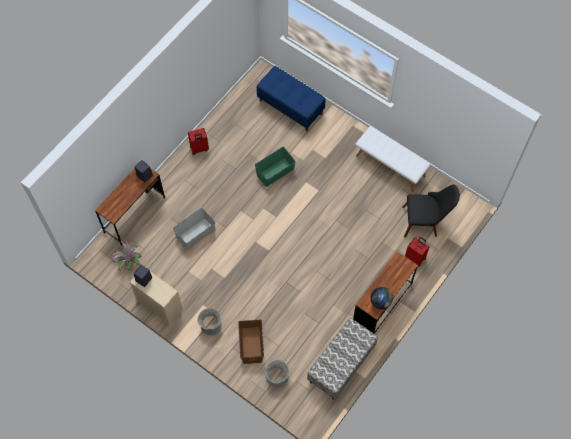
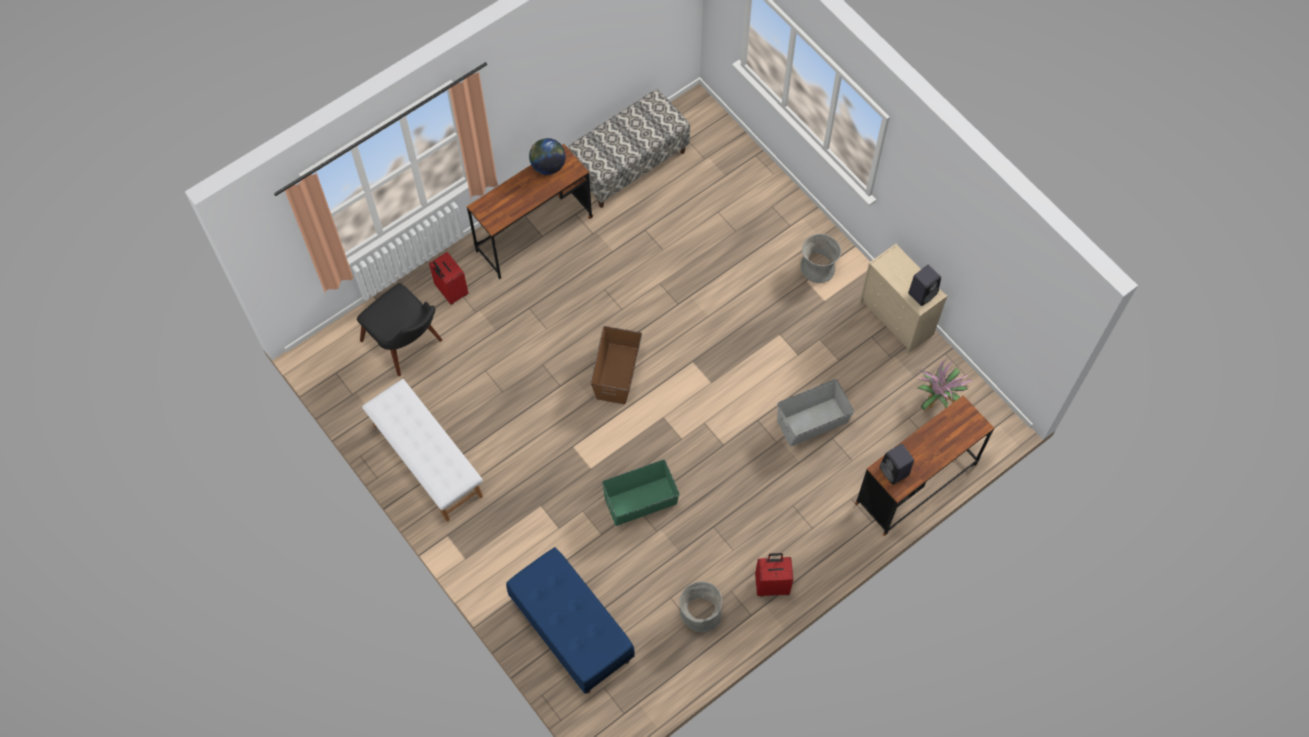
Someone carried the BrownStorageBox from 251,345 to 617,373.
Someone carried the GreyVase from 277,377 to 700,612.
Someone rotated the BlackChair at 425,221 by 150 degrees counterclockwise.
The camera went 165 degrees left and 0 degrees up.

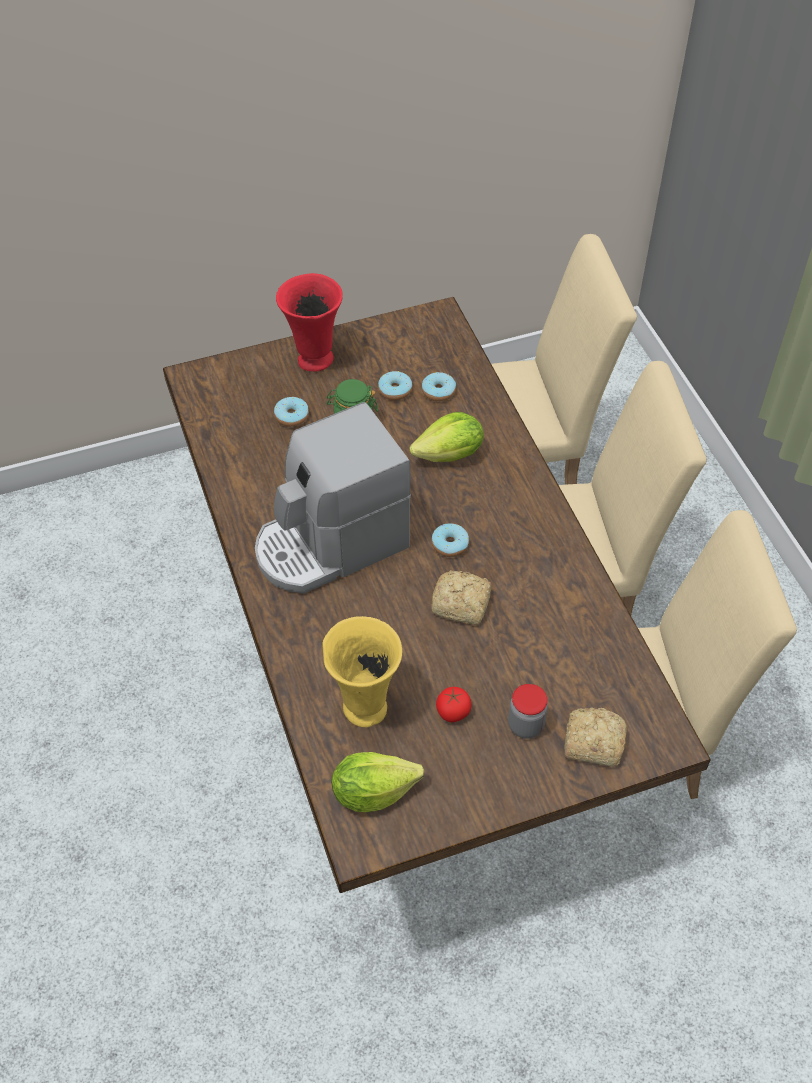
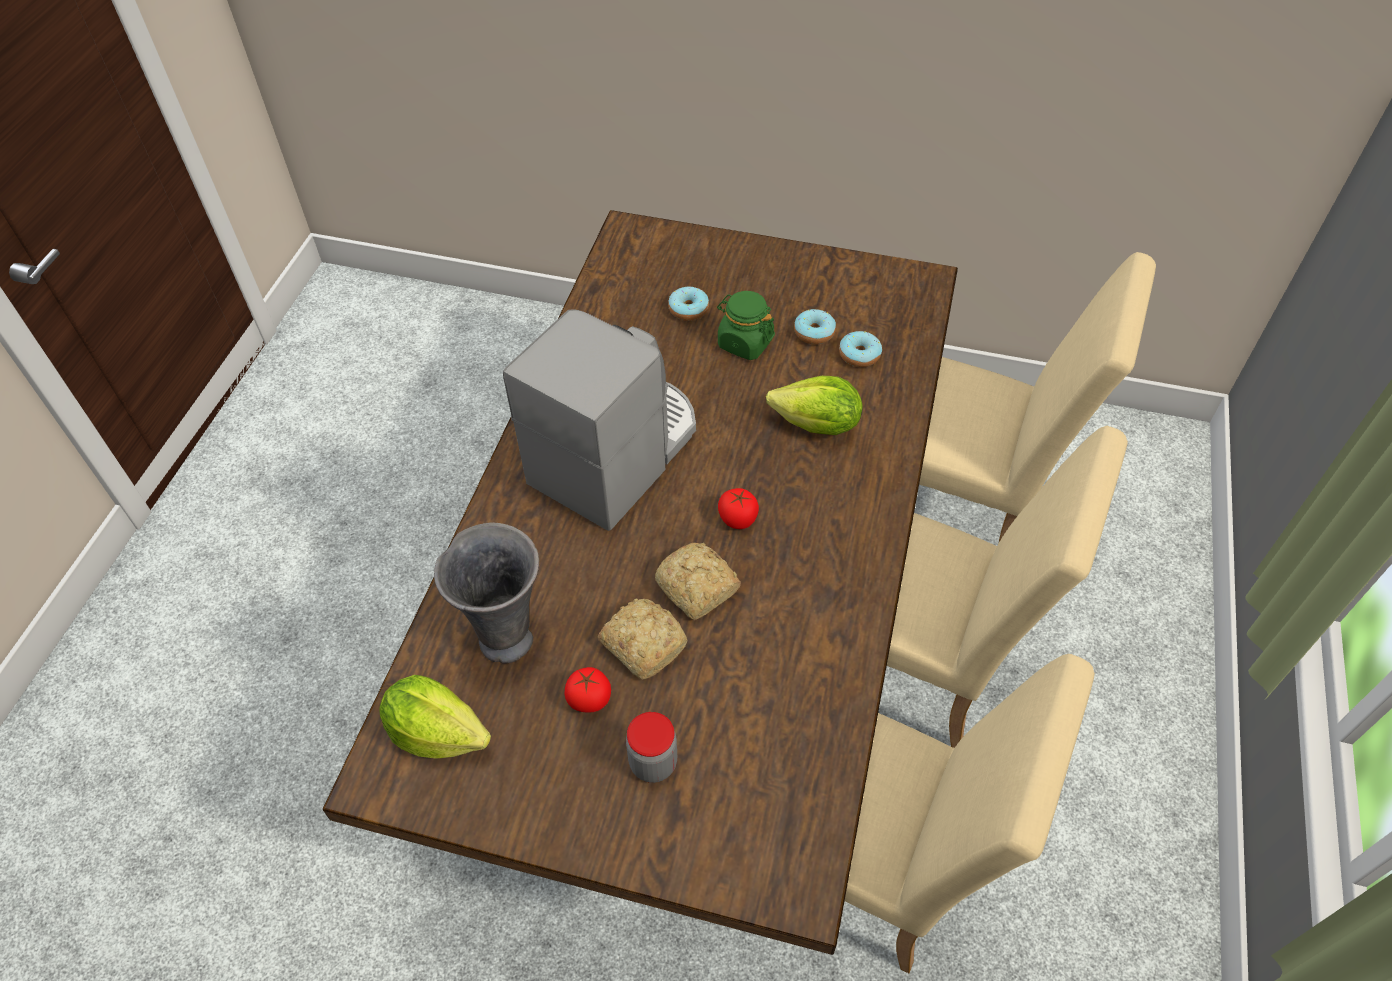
Someone rotated the CoffeeMachine at 330,545 by 120 degrees clockwise.
Someone took away the RedVase at 314,360.
Someone repainted the YellowVase at 364,706, which became the GreyVase at 507,637.
Someone swapped the Donut at 450,544 for the Tomato at 738,518.
Someone carried the Bread from 591,742 to 643,642.
The camera went 35 degrees right and 0 degrees up.

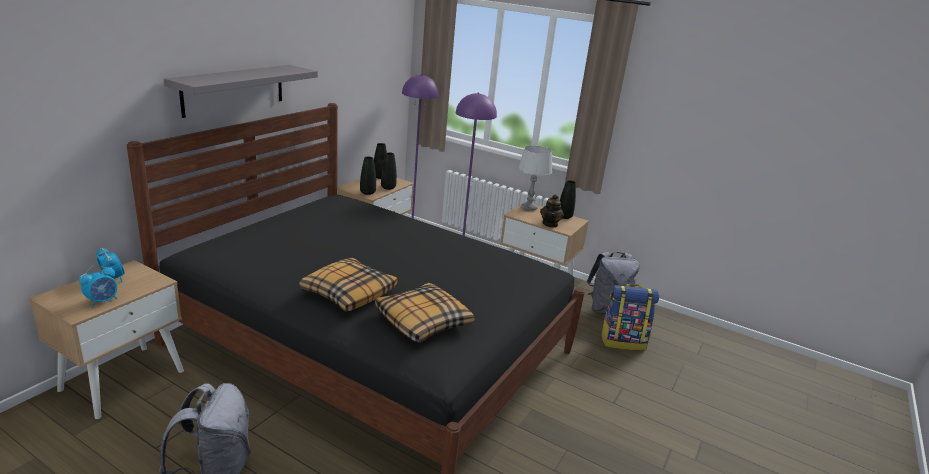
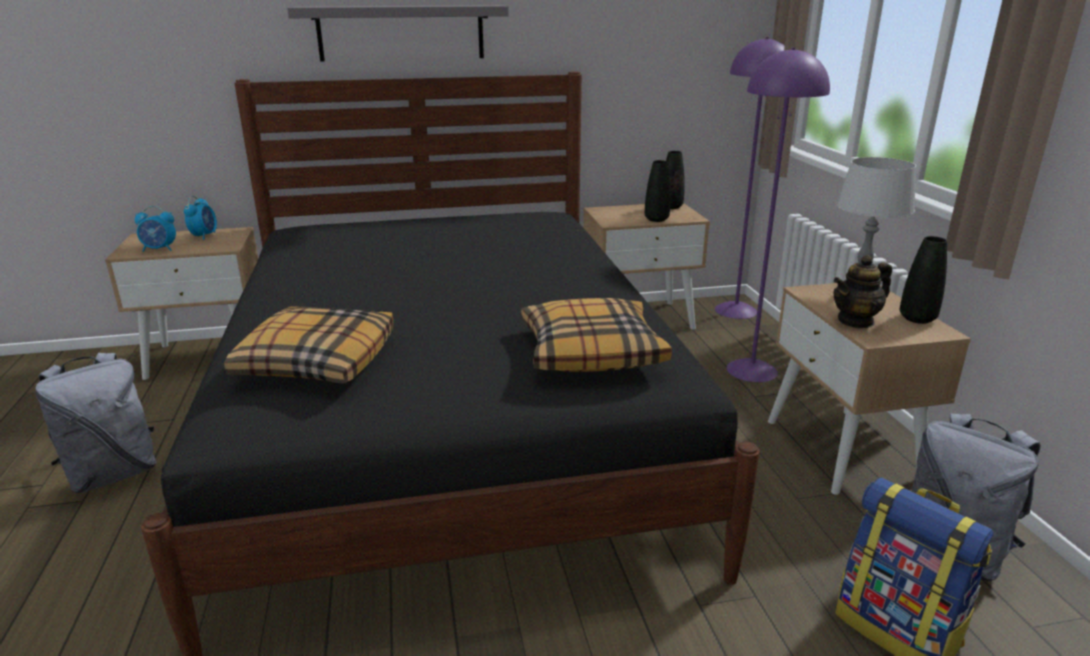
Someone carried the Pillow from 348,292 to 591,351.
Someone took away the BlackVase at 367,193.
The camera went 50 degrees right and 0 degrees up.

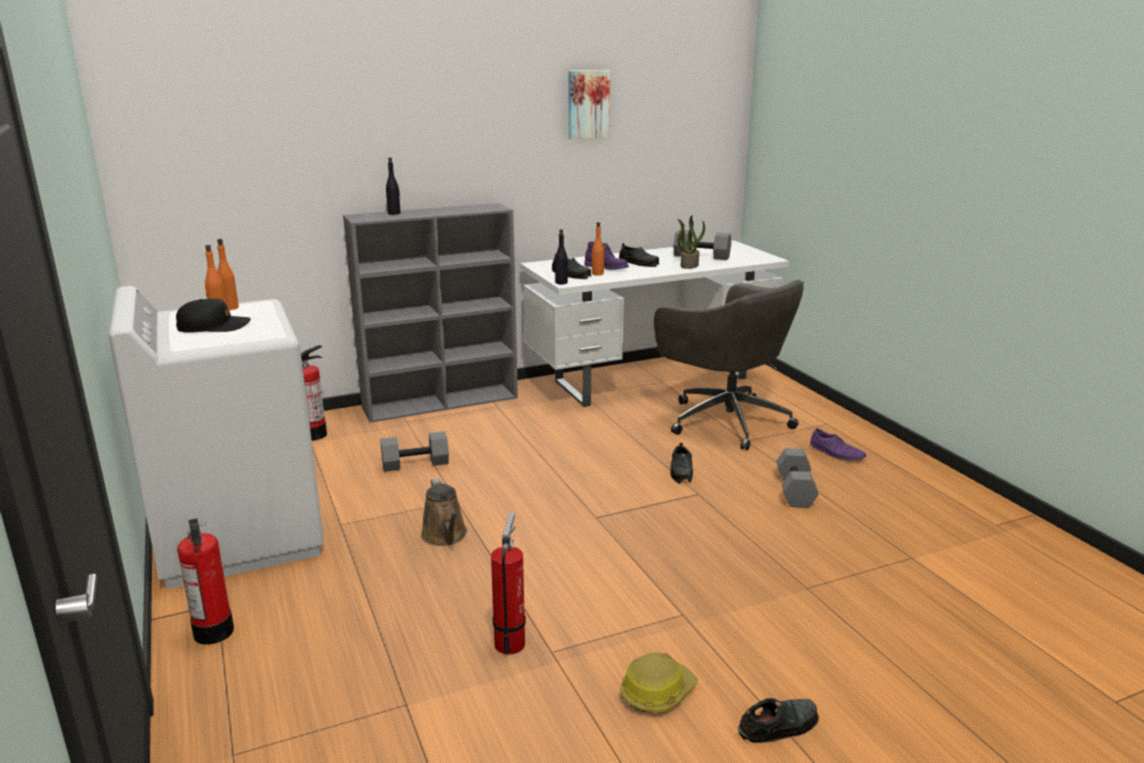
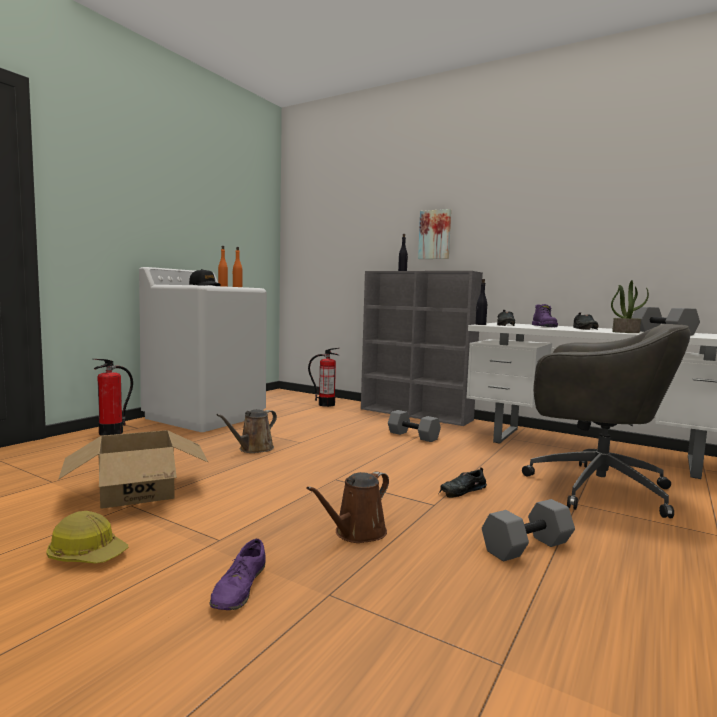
Someone carried the GreyDumbbell from 416,463 to 414,436.
Someone swapped the FireExtinguisher at 510,641 for the CardboardBox at 138,491.
Someone carried the Picture from 587,104 to 435,235.
Someone took away the OrangeBottle at 597,274.
Someone rotated the GreyOfficeChair at 725,420 by 75 degrees counterclockwise.
Someone took away the BlackShoe at 779,725.
Someone carried the PurpleShoe from 836,453 to 239,588.
Someone put down the BrownWateringCan at 357,533.
The camera went 55 degrees right and 15 degrees down.

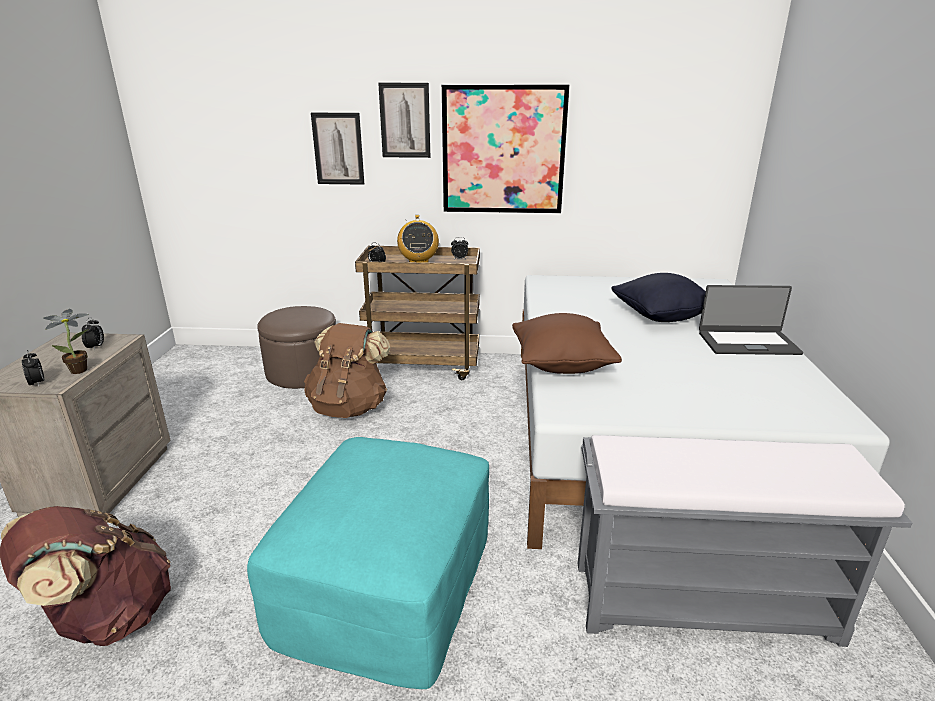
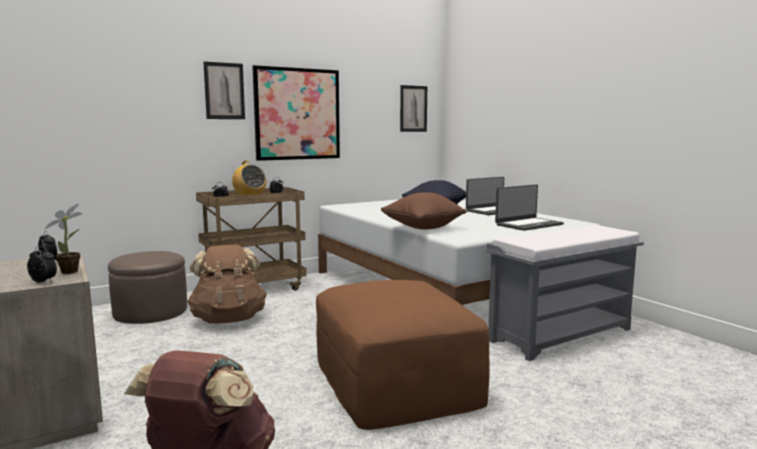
Someone repainted the TurquoiseOttoman at 387,582, which became the BrownOttoman at 395,380.
Someone carried the Picture from 338,149 to 413,108.
Someone put down the Laptop at 528,224.
The camera went 35 degrees left and 15 degrees down.

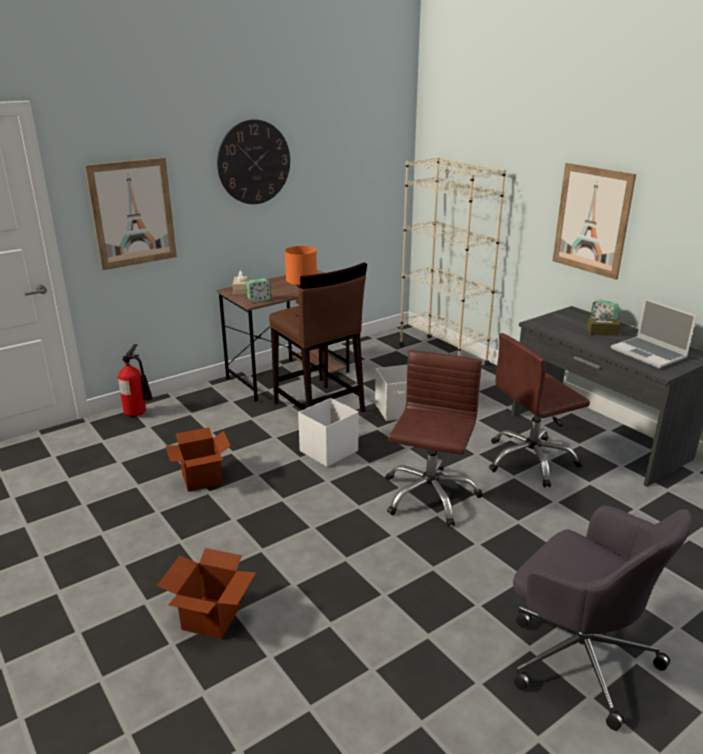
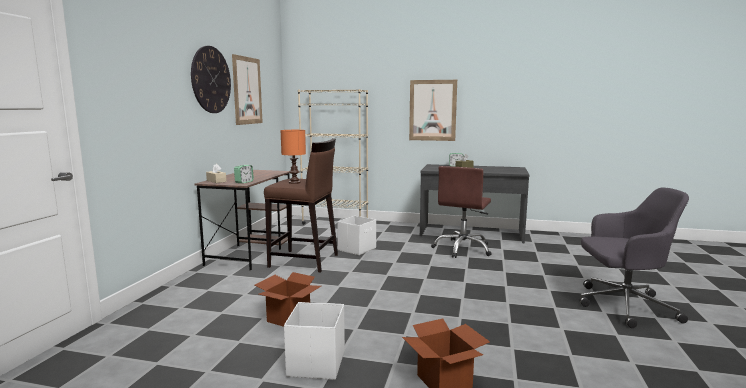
Someone carried the Picture from 133,213 to 247,90.
Someone took away the FireExtinguisher at 139,413.
Someone carried the WhiteStorageBox from 328,451 to 316,364.
Someone took away the BrownOfficeChair at 429,495.
Someone took away the Laptop at 649,354.
The camera went 40 degrees left and 15 degrees down.

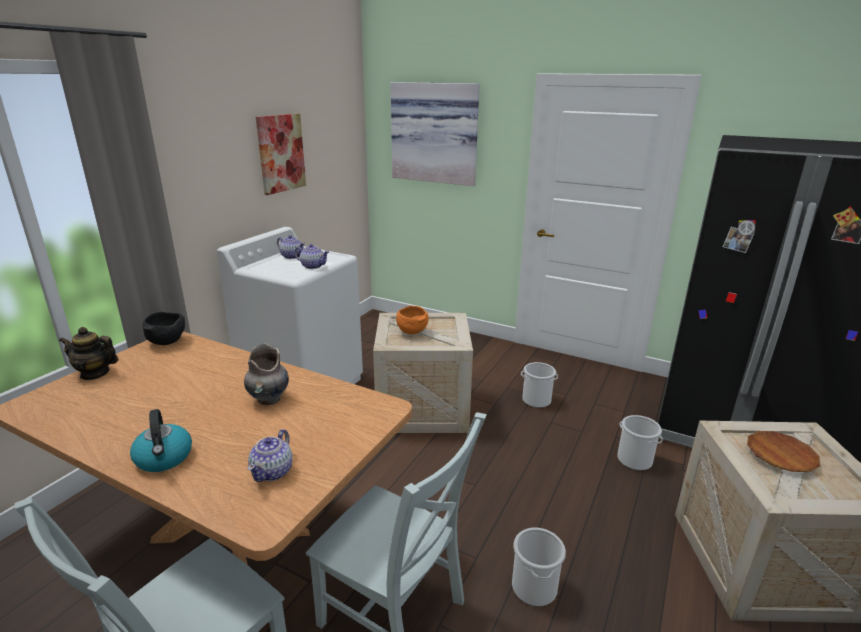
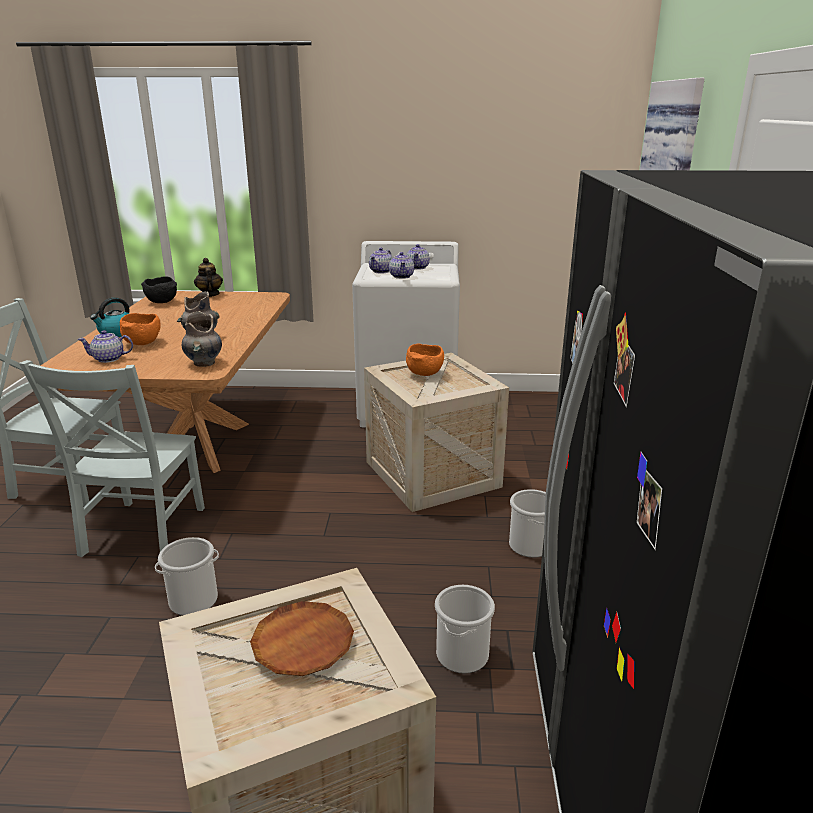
Someone carried the BlackBowl from 167,342 to 163,302.
Someone took away the Picture at 281,153.
Someone put down the OrangeBowl at 143,343.
Someone put down the GreyVase at 204,363.
Someone put down the Teapot at 381,271.
The camera went 65 degrees right and 0 degrees up.

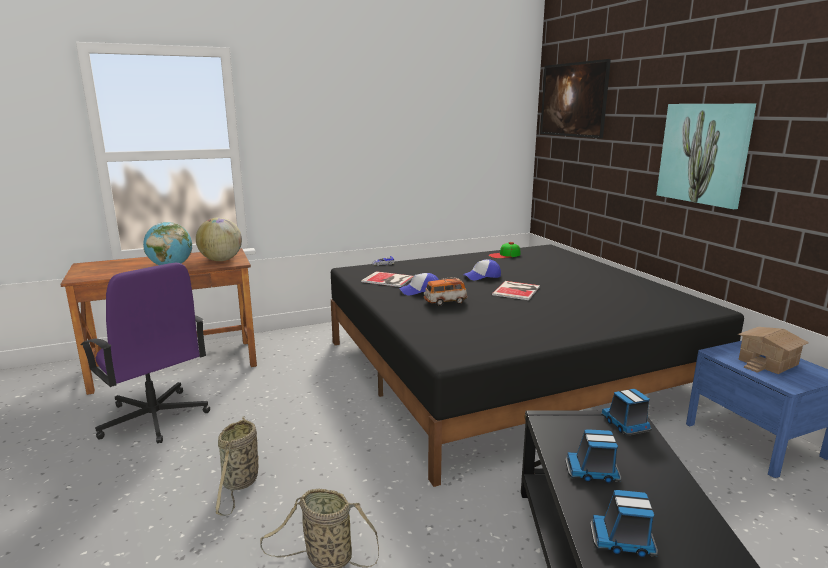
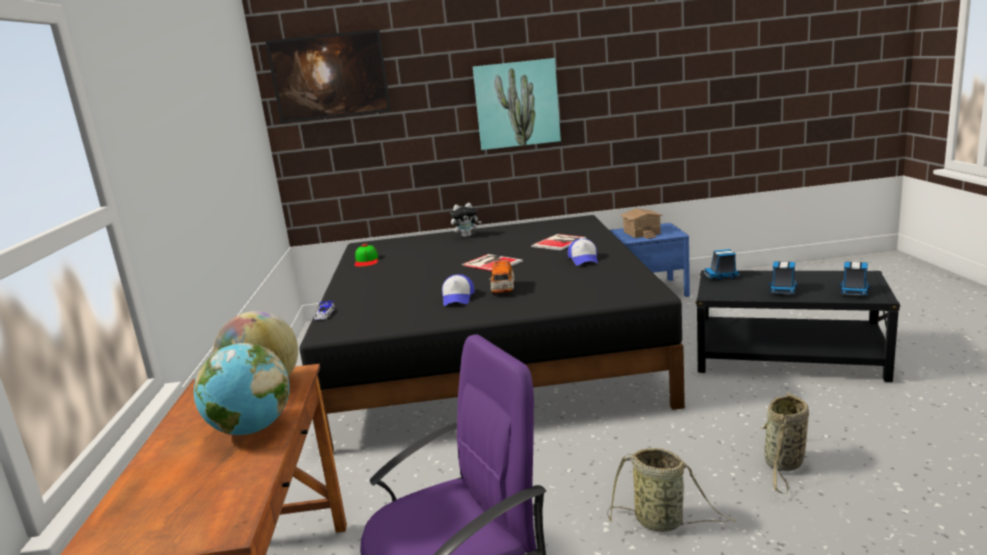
Someone carried the Book from 388,280 to 560,242.
Someone carried the Cap from 482,276 to 584,259.
Someone put down the PlushToy at 466,236.
The camera went 70 degrees left and 0 degrees up.

